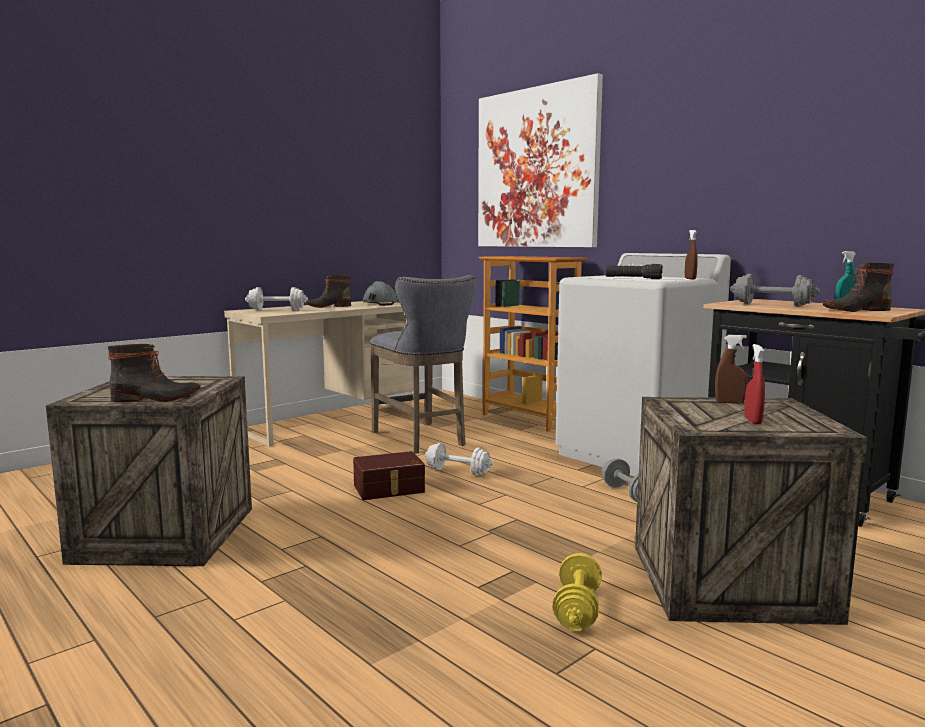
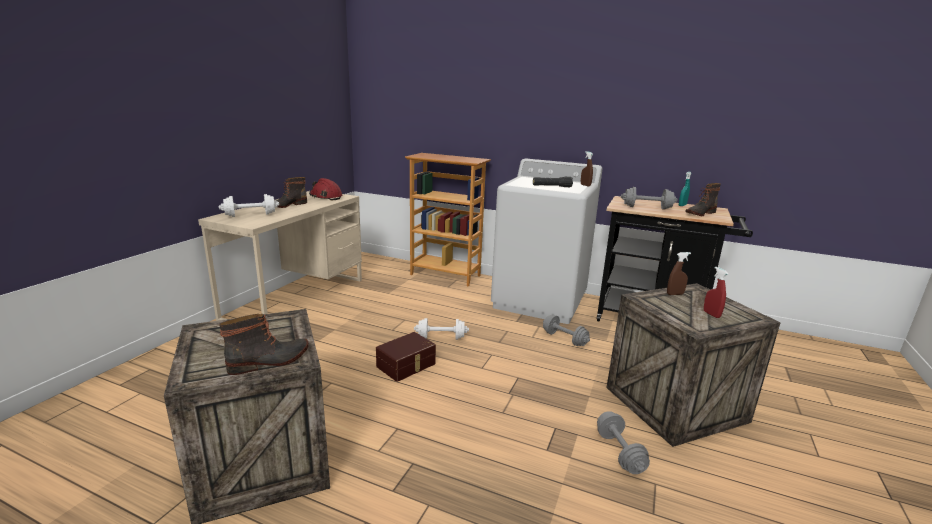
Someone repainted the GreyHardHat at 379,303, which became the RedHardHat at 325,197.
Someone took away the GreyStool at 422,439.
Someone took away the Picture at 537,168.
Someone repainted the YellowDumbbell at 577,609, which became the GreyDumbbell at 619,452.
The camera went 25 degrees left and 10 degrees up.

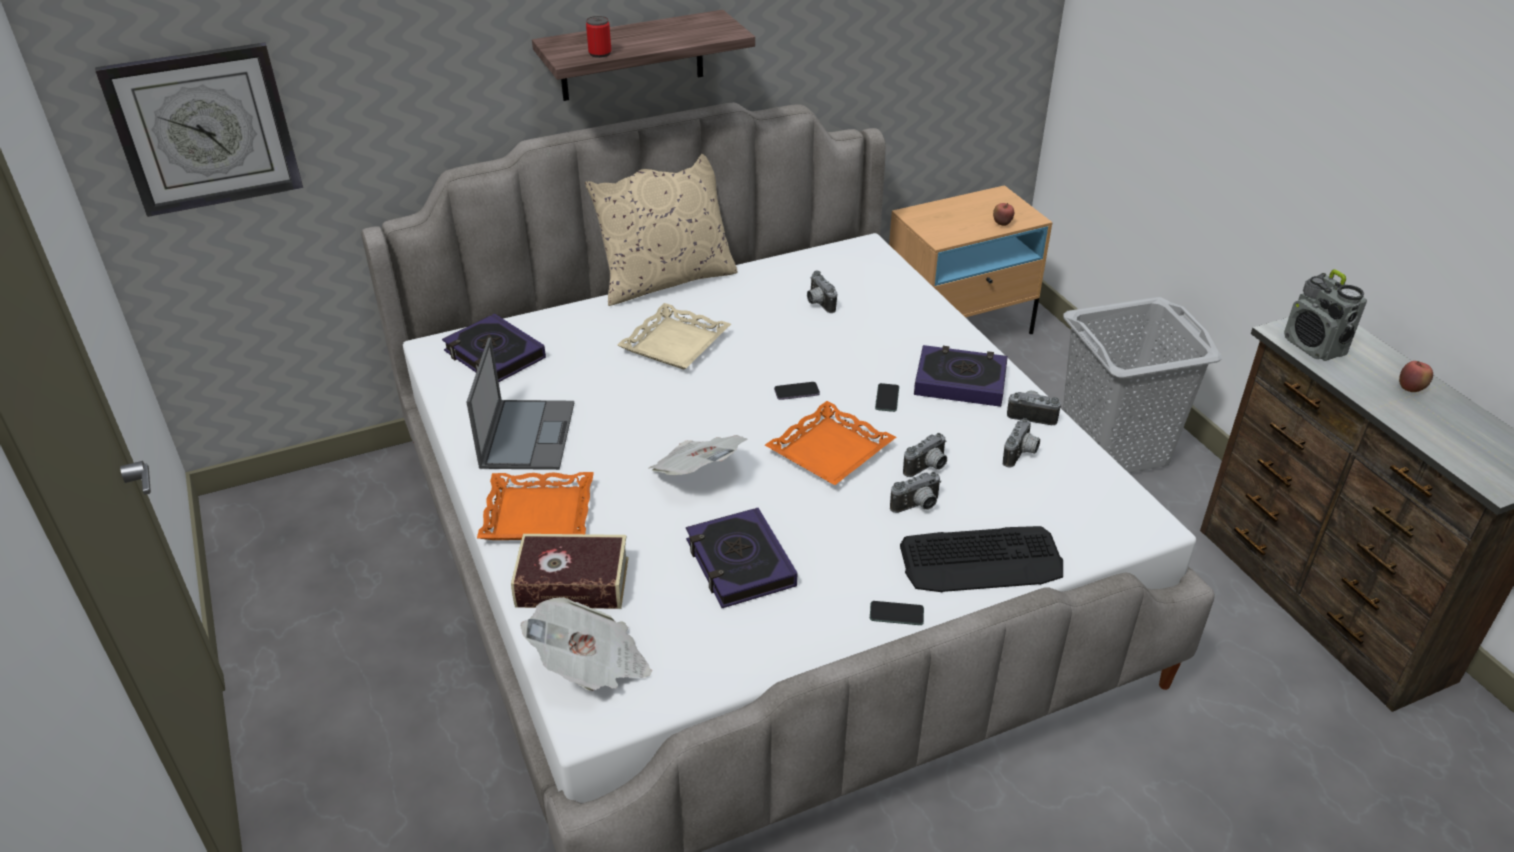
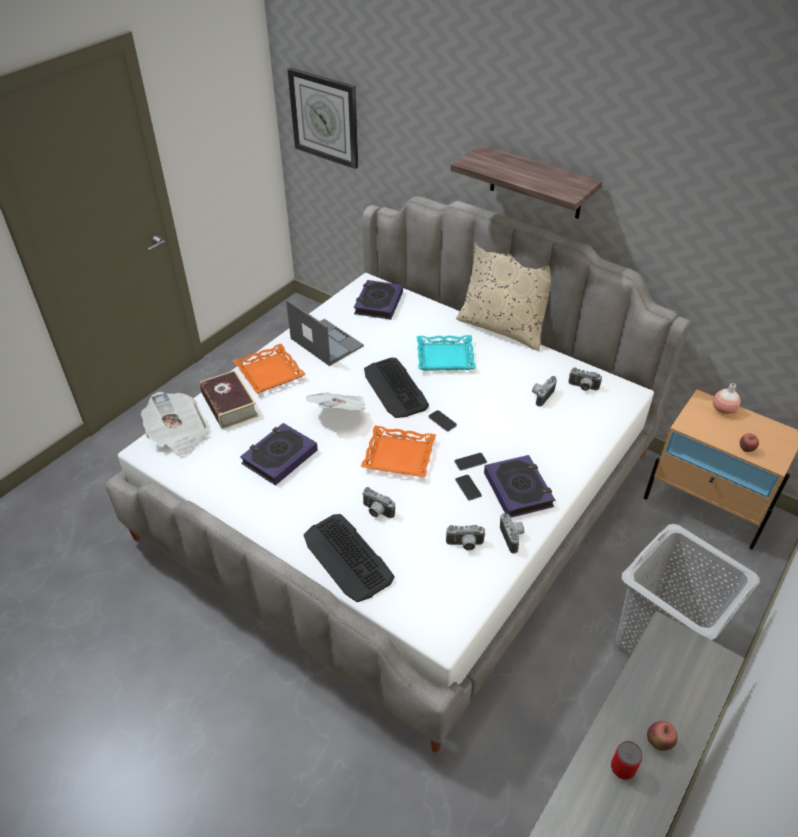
Someone rotated the Laptop at 527,434 by 105 degrees counterclockwise.
Someone carried the Can from 600,53 to 622,768.
Someone repainted the BeigeTray at 676,344, which became the TurquoiseTray at 445,357.
Someone carried the Phone from 896,614 to 468,488.
Someone carried the PhotoCamera from 928,468 to 583,388.
Someone took away the Radio at 1314,347.
Someone put down the Keyboard at 395,388.
Someone put down the Vase at 723,409.
The camera went 60 degrees right and 5 degrees up.

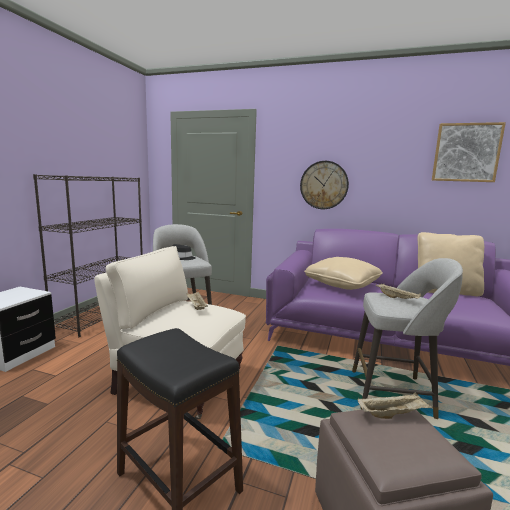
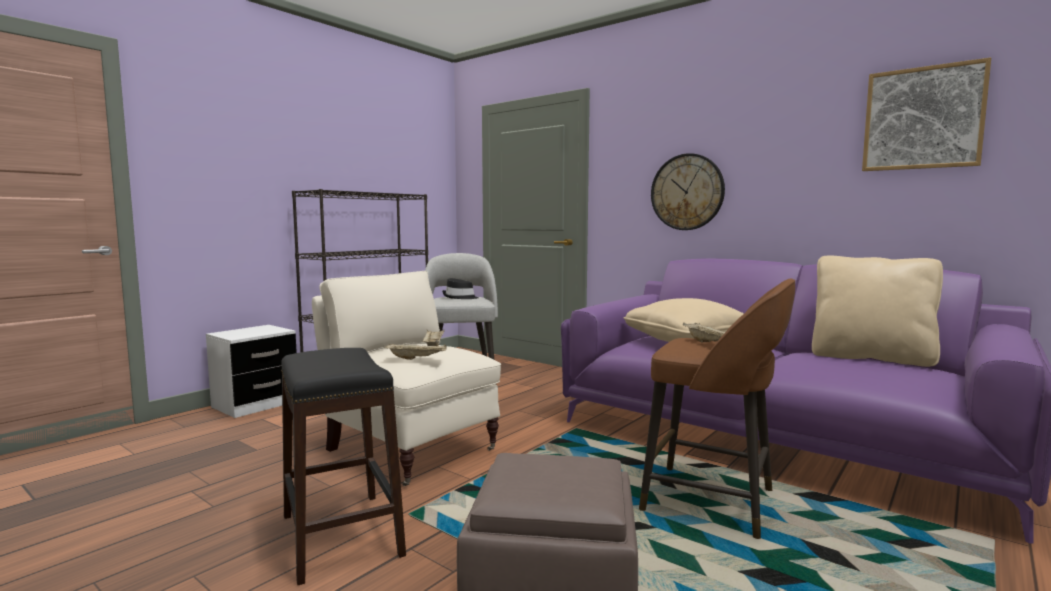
Someone repainted the GreyStool at 394,393, which became the BrownStool at 713,501.
Someone carried the BeigeTray from 392,414 to 417,358.
The camera went 20 degrees right and 5 degrees down.

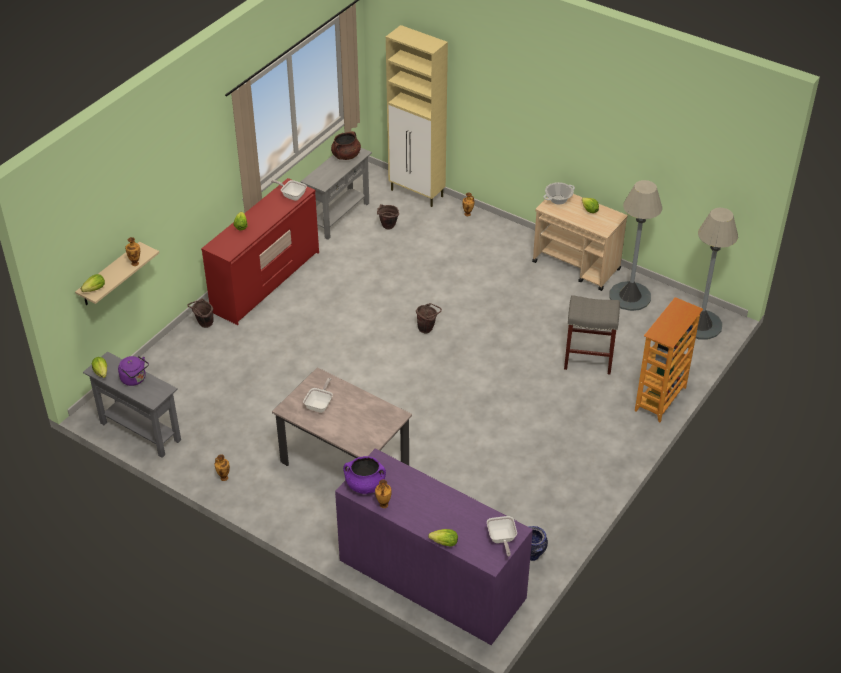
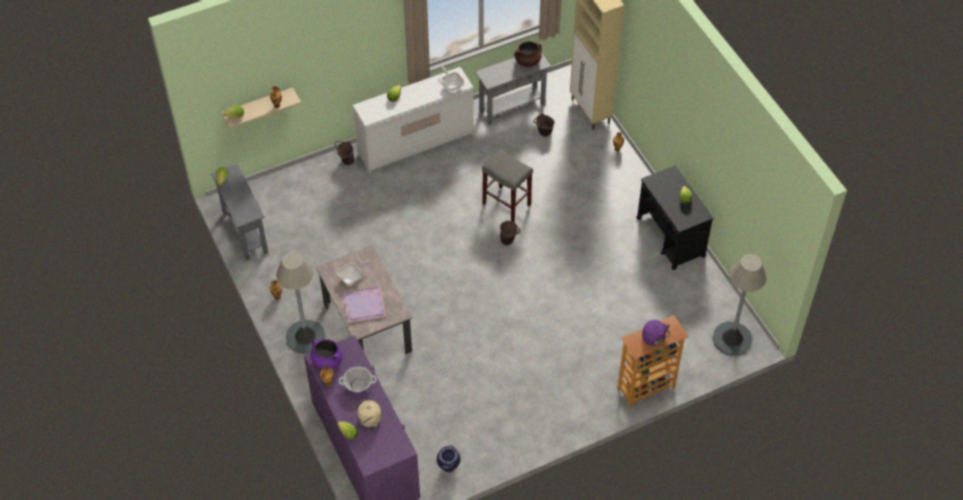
Someone carried the PurpleKettle from 135,379 to 654,339.
Someone repainted the RedDresser at 266,282, which became the WhiteDresser at 416,143.
Someone took away the FryingPan at 501,539.
Someone repainted the BeigeCart at 576,266, which became the BlackCart at 671,238.
Someone carried the CookingPot from 558,200 to 358,385.
Someone carried the GreyStool from 589,359 to 507,204.
Someone carried the GreyFloorLamp from 630,296 to 305,337.
Someone put down the PurpleTray at 363,305.
Someone put down the BeigeKettle at 368,419.
The camera went 30 degrees right and 10 degrees up.

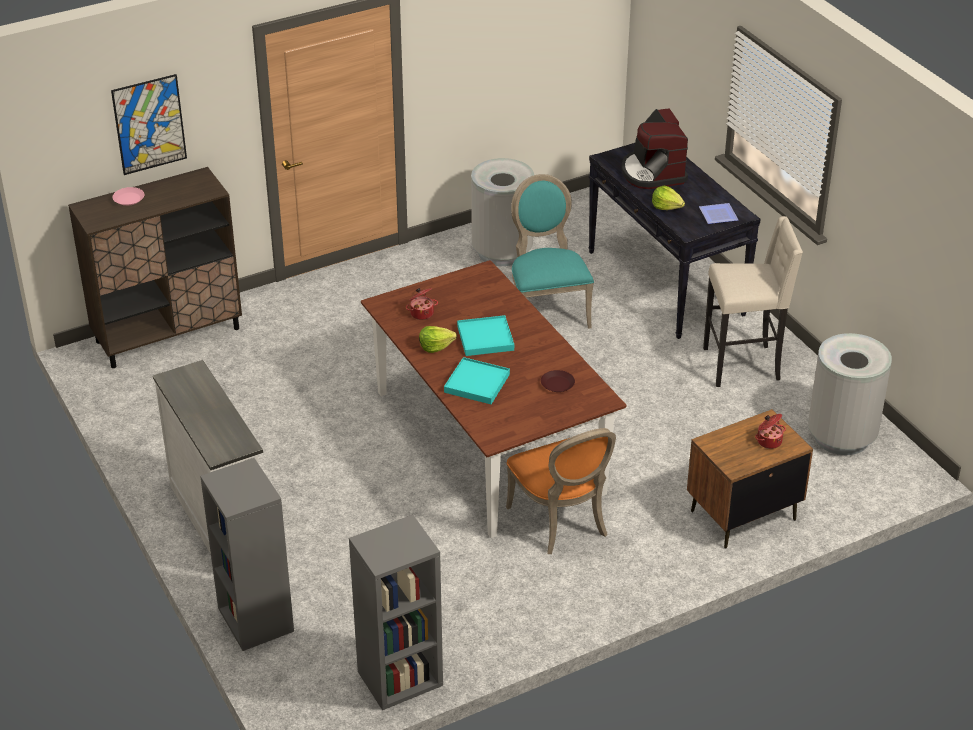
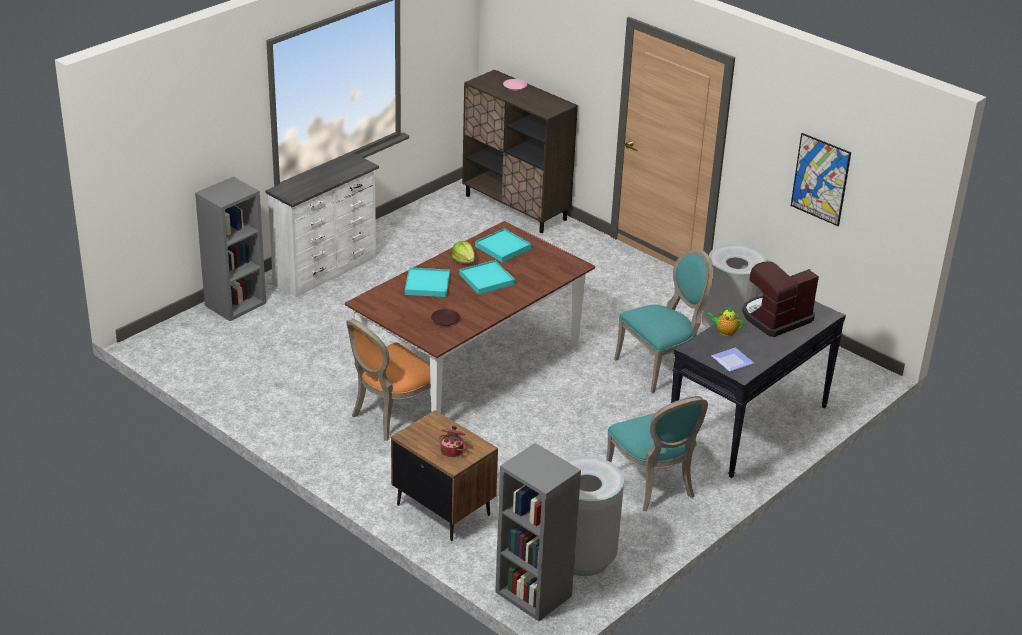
Someone carried the Picture from 149,124 to 820,179.
Someone carried the GreyBookcase from 399,679 to 532,594.
Someone swapped the CookingPot at 421,313 for the TurquoiseTray at 503,247.
Someone swapped the Lettuce at 666,206 for the Teapot at 725,332.
Someone swapped the BeigeStool at 743,365 for the TurquoiseChair at 653,485.
The camera went 70 degrees right and 5 degrees down.

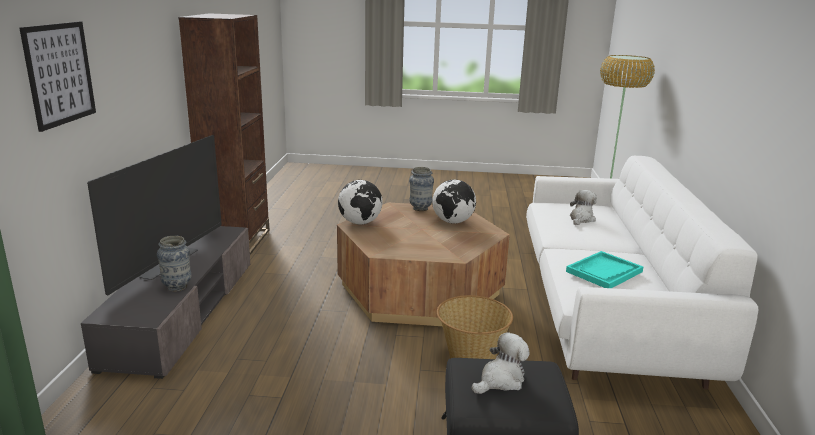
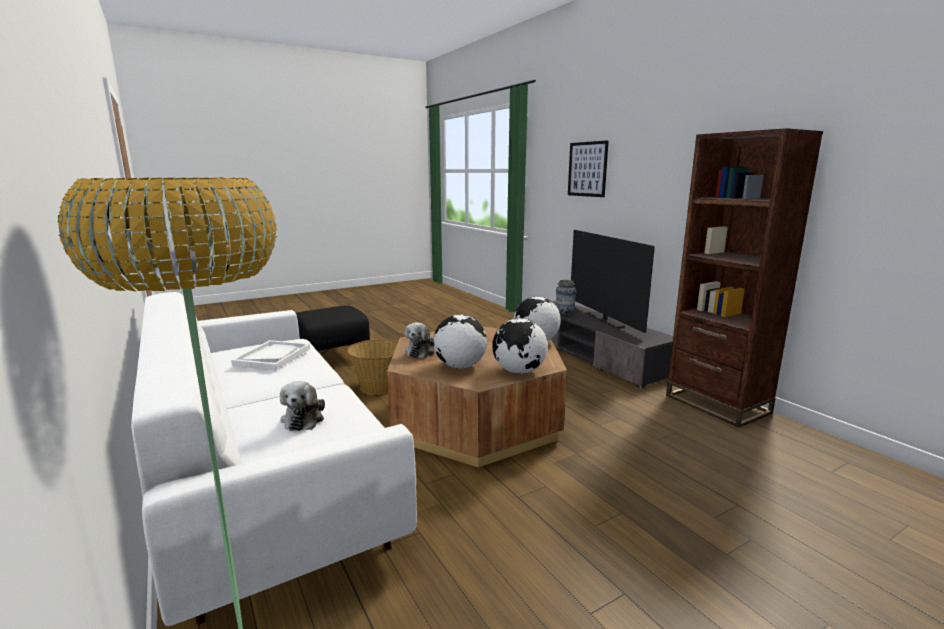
Someone swapped the Vase at 420,208 for the Globe at 519,371.
Someone carried the PlushToy from 500,380 to 421,351.
Someone repainted the TurquoiseTray at 604,272, which became the WhiteTray at 272,357.
The camera went 145 degrees right and 5 degrees down.

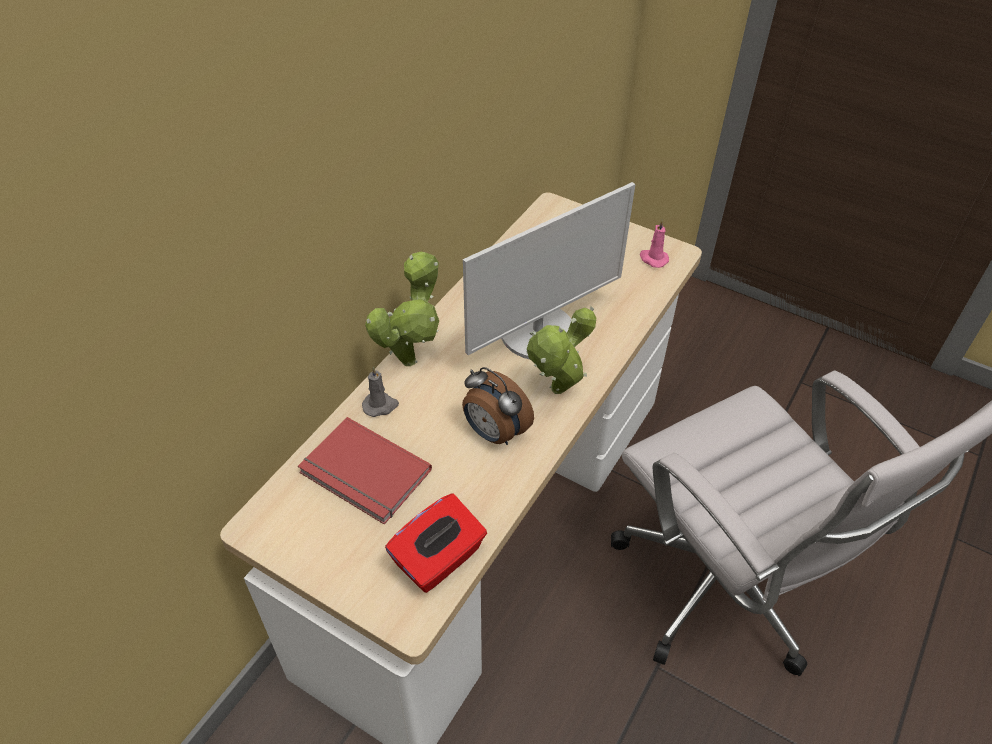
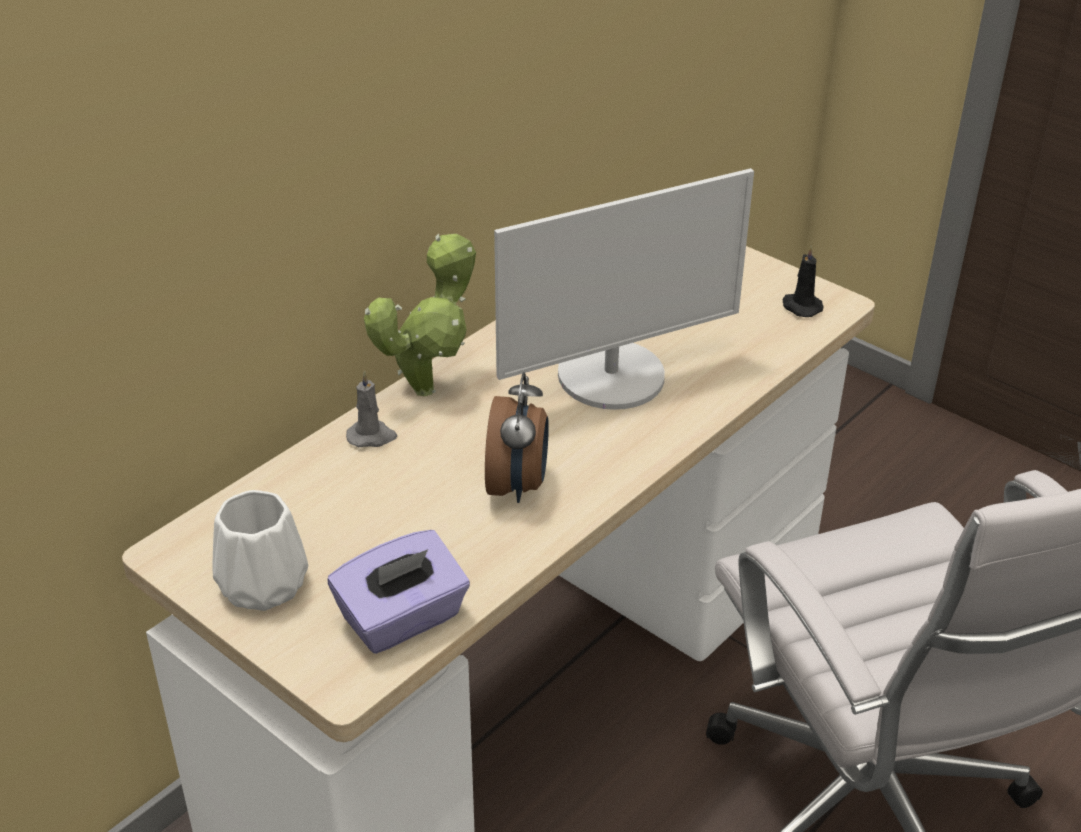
Someone took away the RedBook at 363,474.
Someone repainted the RedTissueBox at 439,559, which became the PurpleTissueBox at 402,619.
Someone rotated the AlarmClock at 494,433 by 135 degrees counterclockwise.
Someone took away the PottedPlant at 556,393.
Someone repainted the PinkCandle at 653,259, which became the BlackCandle at 800,306.
Someone put down the WhiteVase at 260,586.
The camera went 10 degrees right and 10 degrees down.

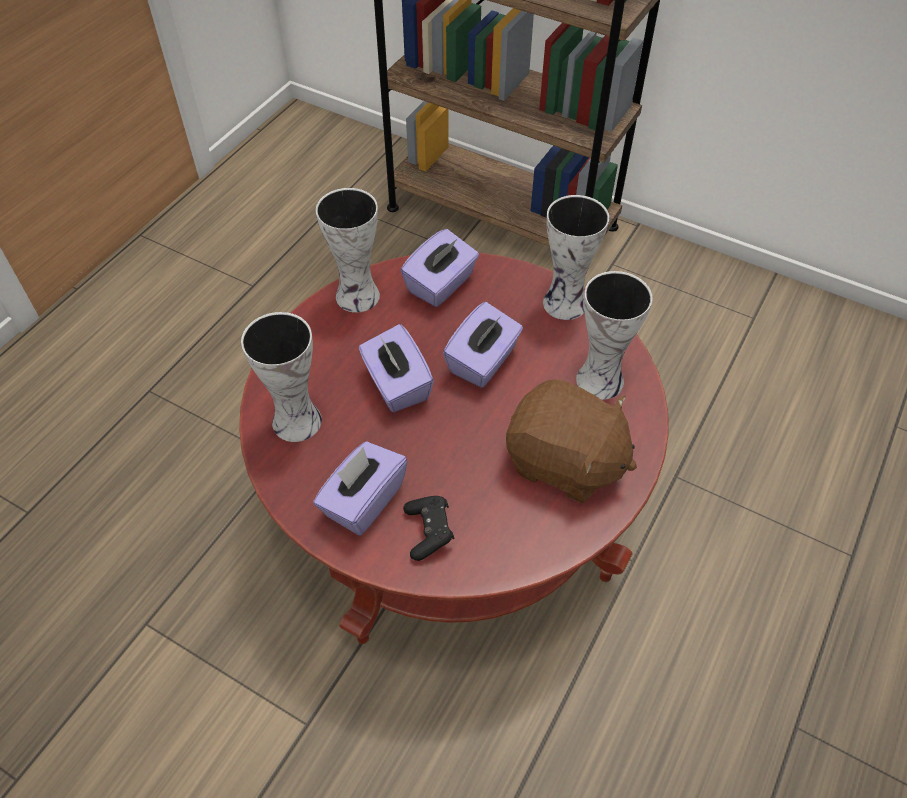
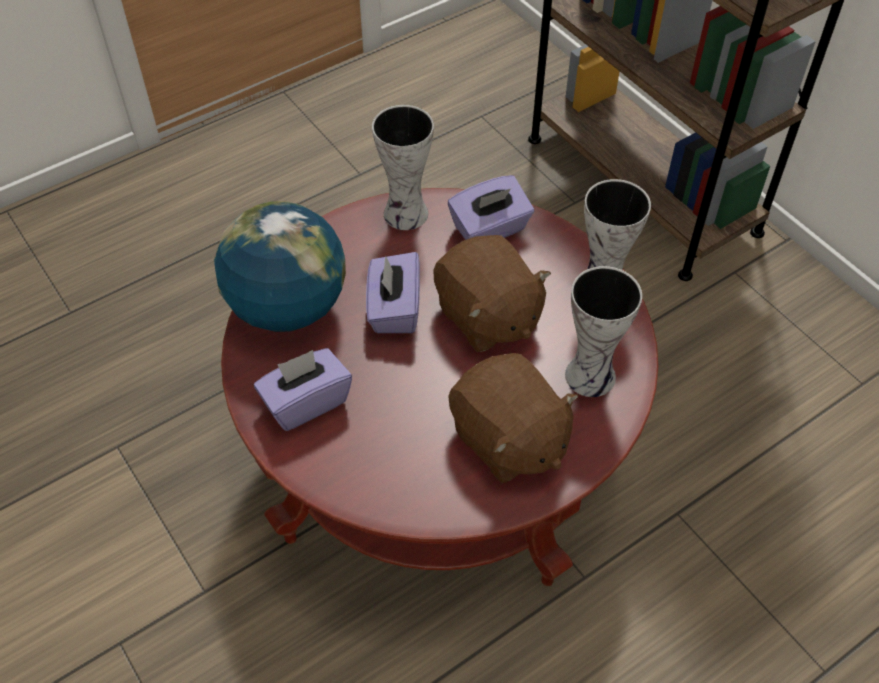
Someone swapped the Vase at 295,420 for the Globe at 287,308.
Someone took away the BlackGameController at 429,531.
Someone swapped the PurpleTissueBox at 483,361 for the BrownPlushToy at 487,317.
The camera went 25 degrees right and 0 degrees up.

